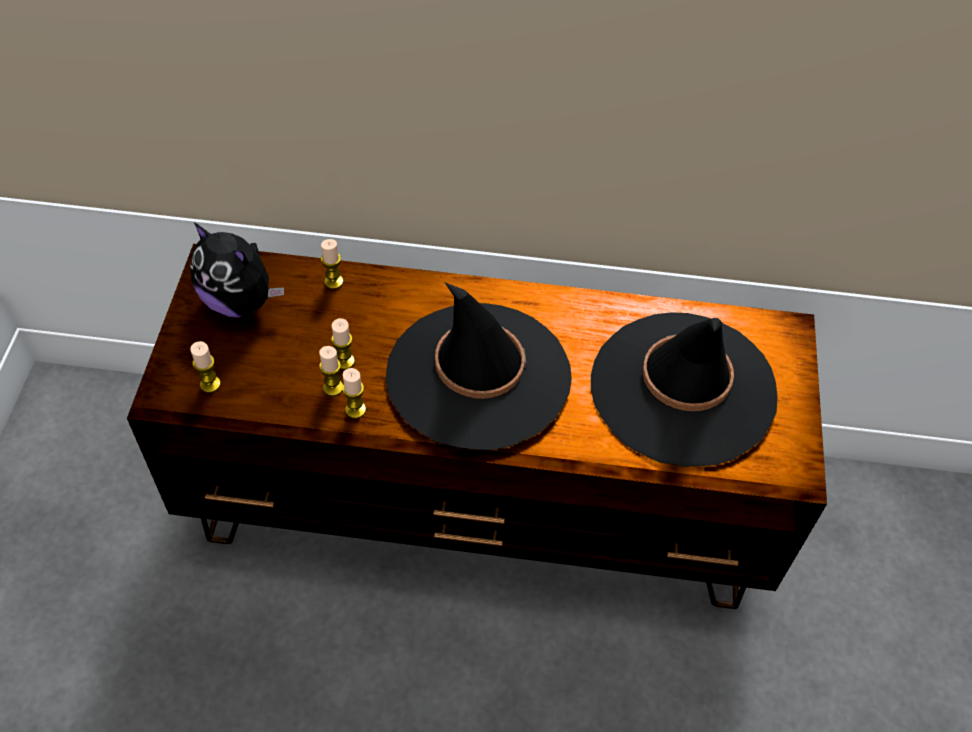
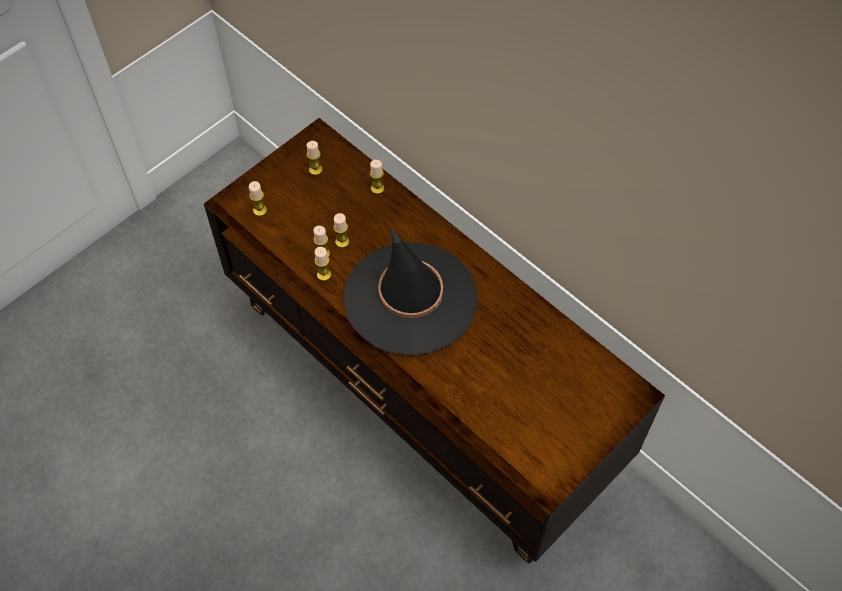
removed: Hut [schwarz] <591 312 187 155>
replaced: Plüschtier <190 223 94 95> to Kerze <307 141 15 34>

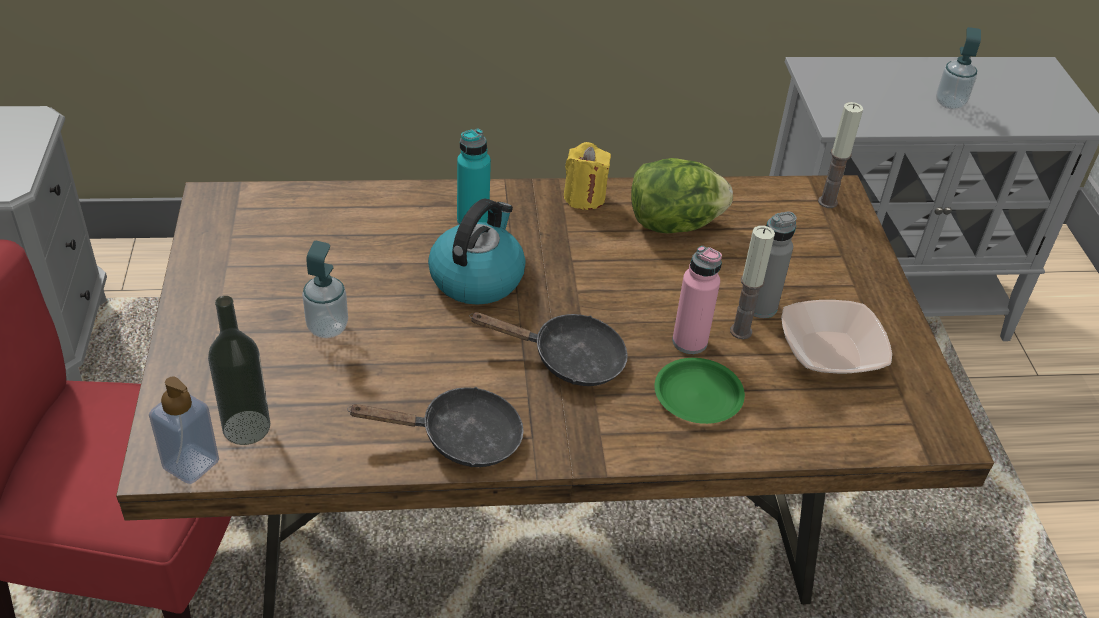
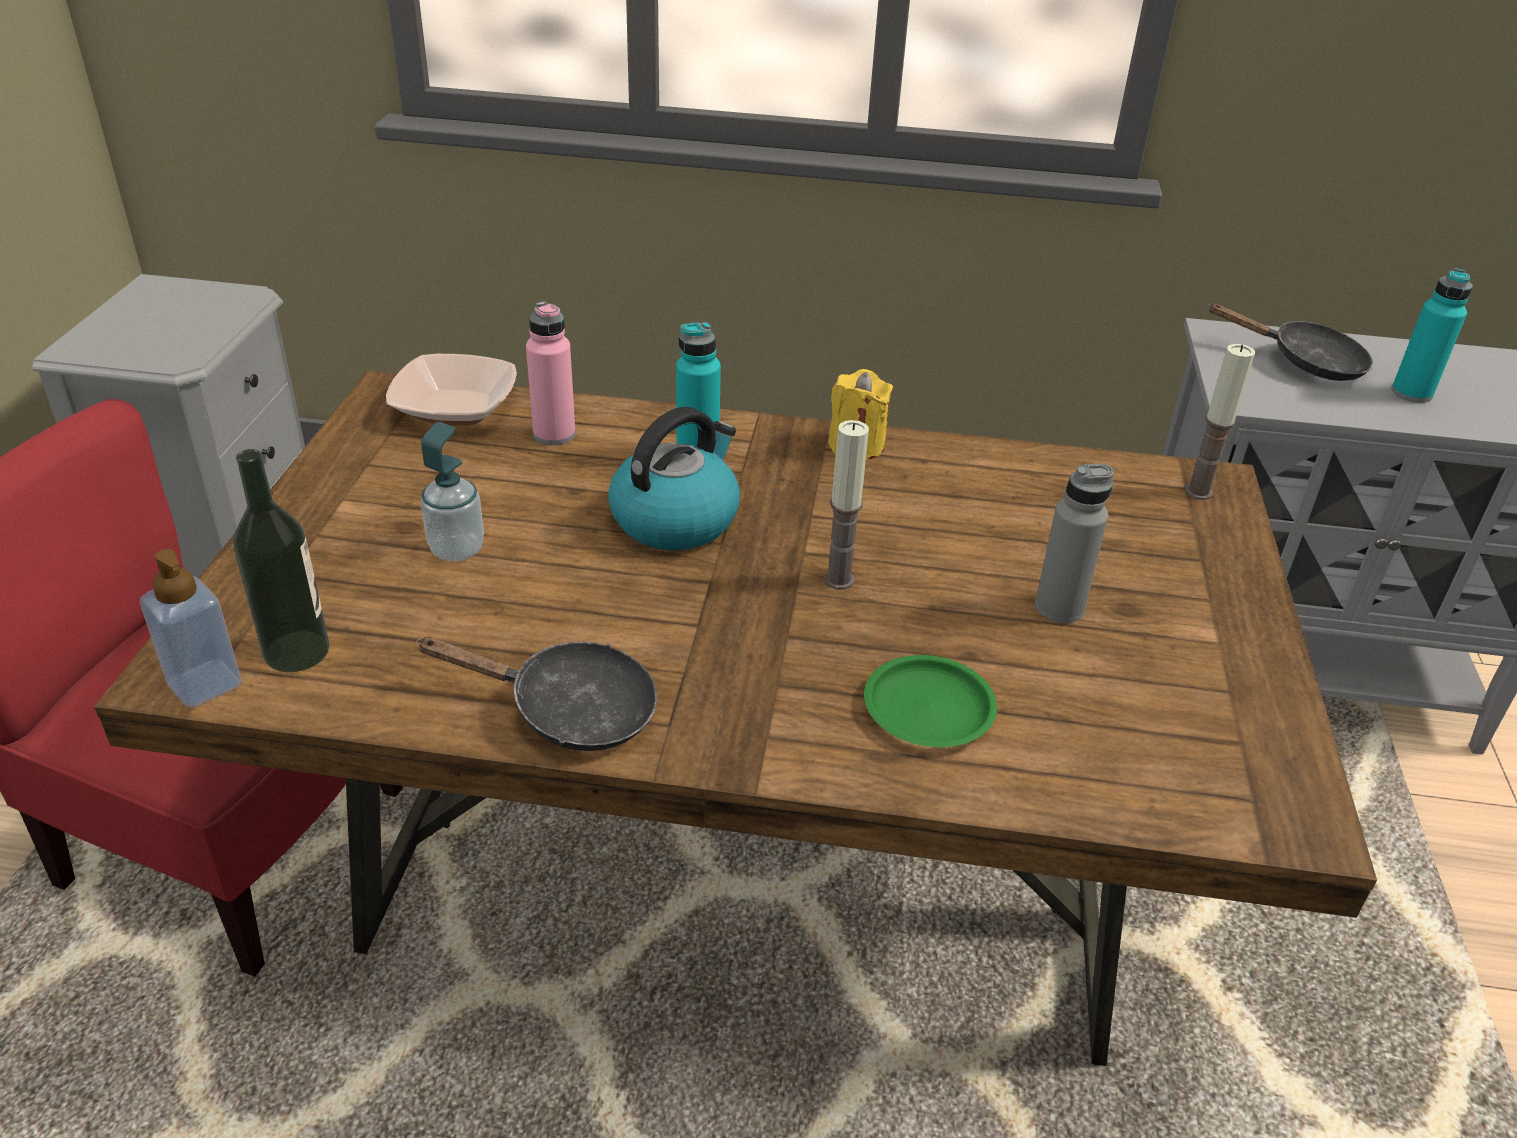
removed: Salatkopf <631 158 102 75>
moved: Pfanne [schwarz] <469 312 159 74> to <1208 303 165 78>; Flasche [rosa] <672 246 50 108> to <526 301 50 144>; Kerze <730 226 45 113> to <824 420 45 169>; Schüssel <781 300 111 74> to <386 354 131 72>
replaced: Seifenspender <936 27 45 83> to Flasche [türkis] <1391 268 82 135>

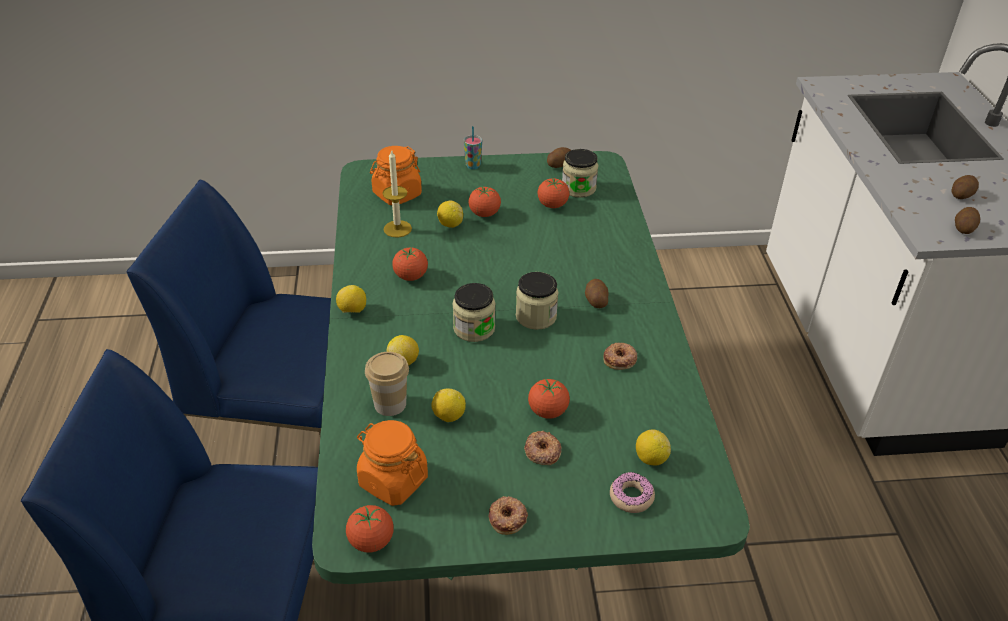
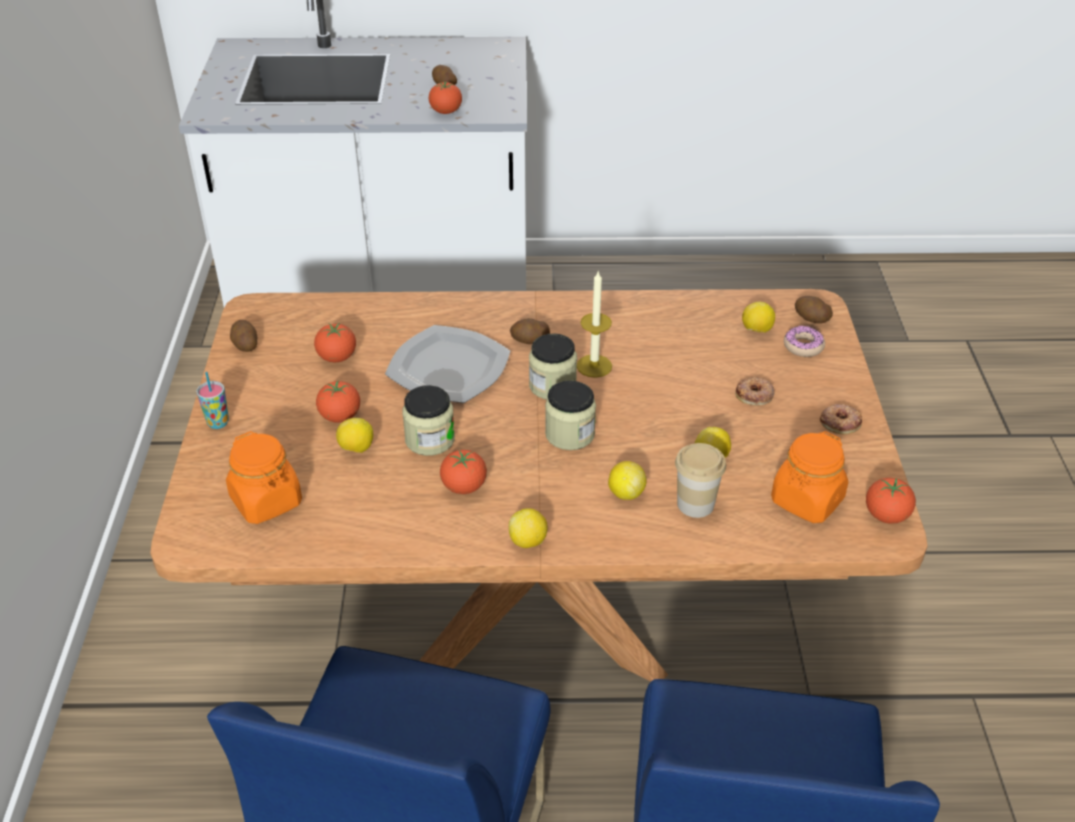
removed: Donut <604 342 33 28>
added: Teller <385 325 125 78>
moved: Kerze <382 149 30 89> to <577 271 35 107>; Tomate <528 378 42 41> to <429 82 33 32>; Vorratsglas <562 149 36 49> to <402 385 53 71>; Kartoffel <955 207 25 27> to <795 296 38 28>
recoloured: Esstisch [grün] <312 151 438 433> to Esstisch [braun] <150 289 778 392>

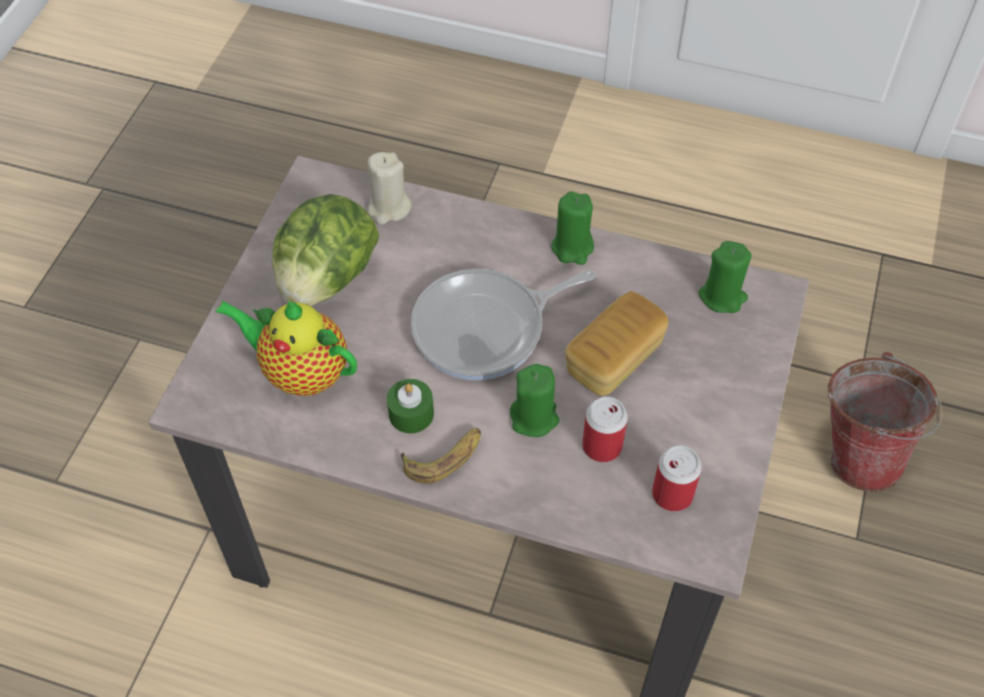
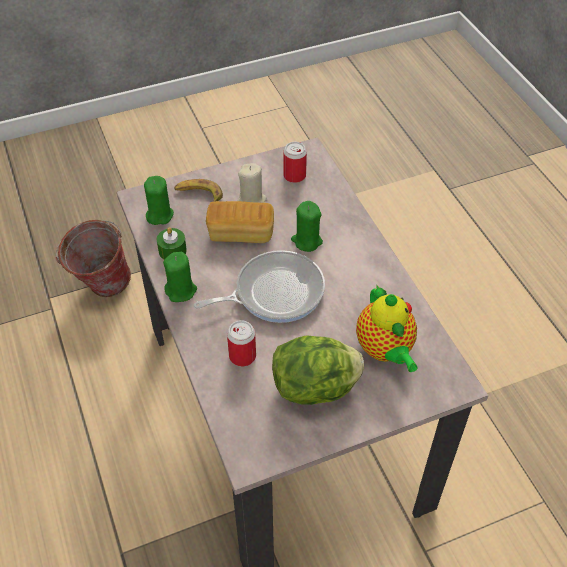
moved: Kerze [beige] <367 152 45 73> to <238 163 29 40>; Kerze [grün] <387 379 47 54> to <157 227 30 33>; Banane <401 428 80 56> to <174 179 49 23>; Dose <582 396 46 66> to <227 320 29 46>
turned: Pfanne <411 269 185 111> = <194 250 131 73> 45 degrees counterclockwise

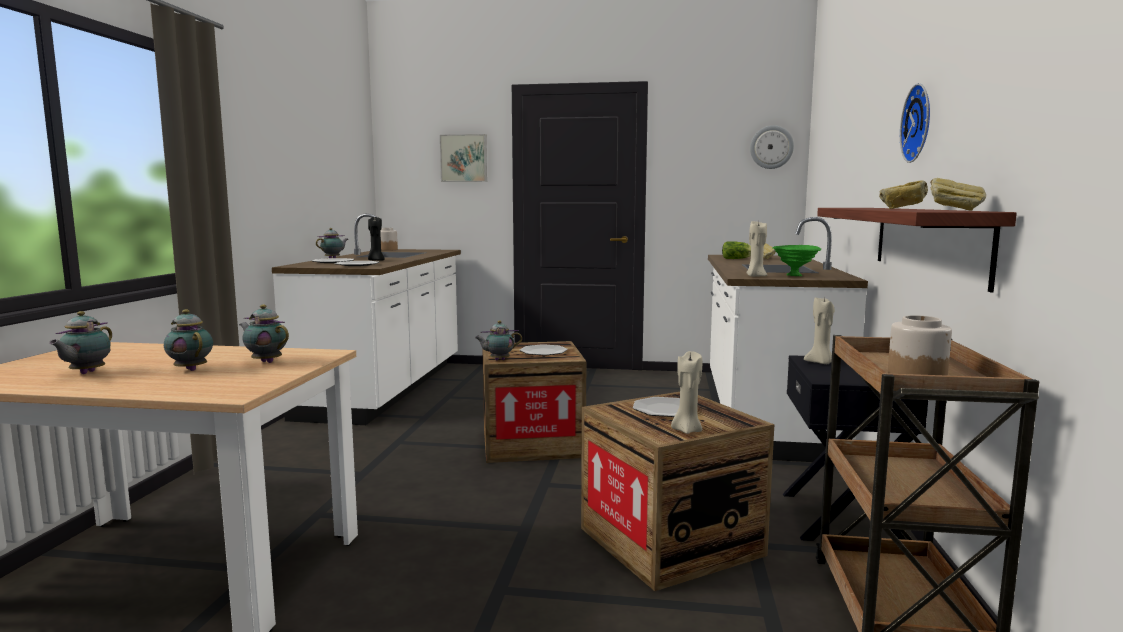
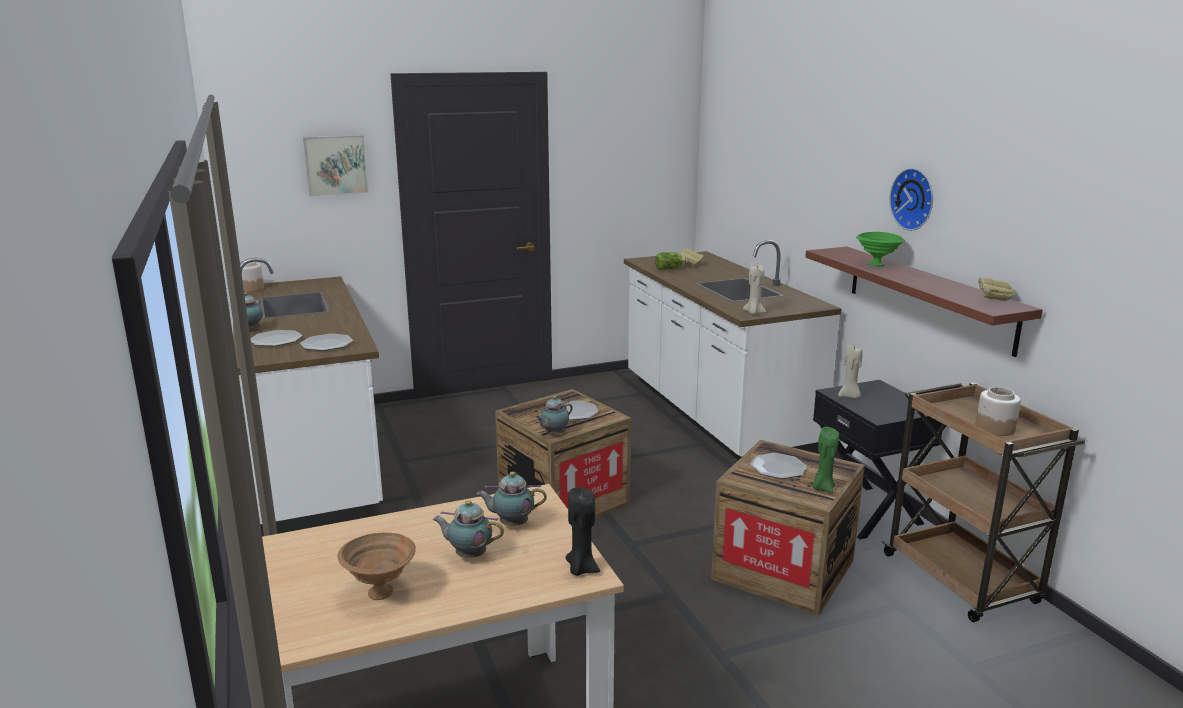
removed: Wanduhr <750 125 44 44>; Brot <879 180 49 29>
moved: Kerze [schwarz] <368 217 17 44> to <565 487 35 89>; Schüssel [grün] <772 245 49 31> to <856 232 49 34>
replaced: Teekanne <49 311 63 63> to Schüssel [braun] <337 533 79 67>
recoloured: Kerze [beige] <671 351 31 83> to Kerze [grün] <812 427 27 66>

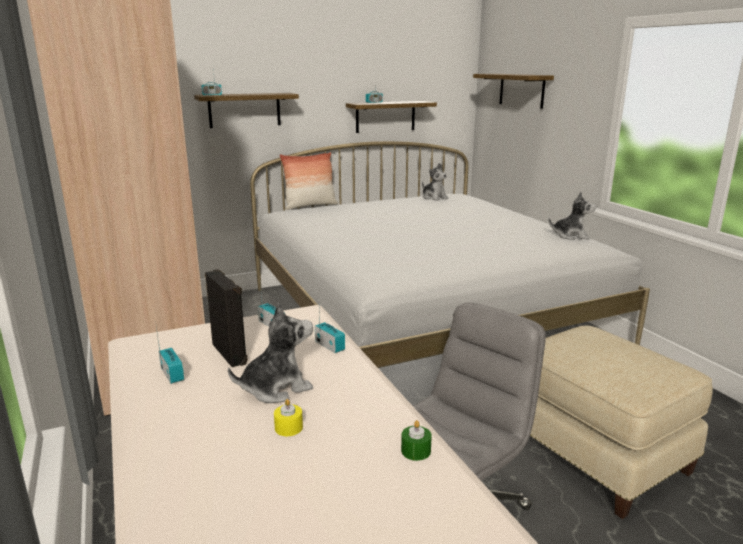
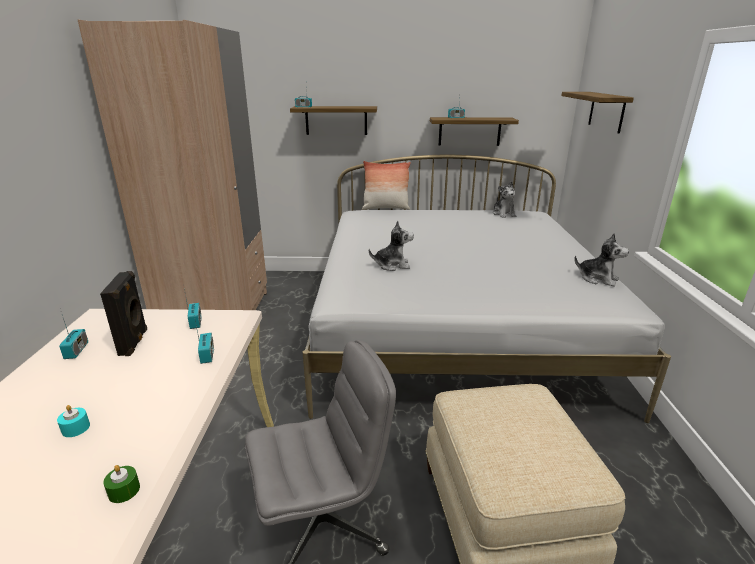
moved: Plüschtier <228 302 85 101> to <369 221 45 50>
recoloured: Kerze [gelb] <274 399 29 37> to Kerze [türkis] <57 405 33 32>

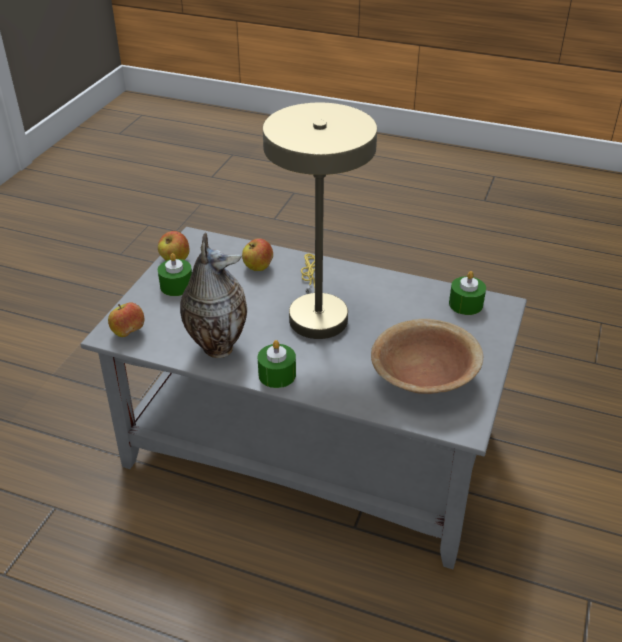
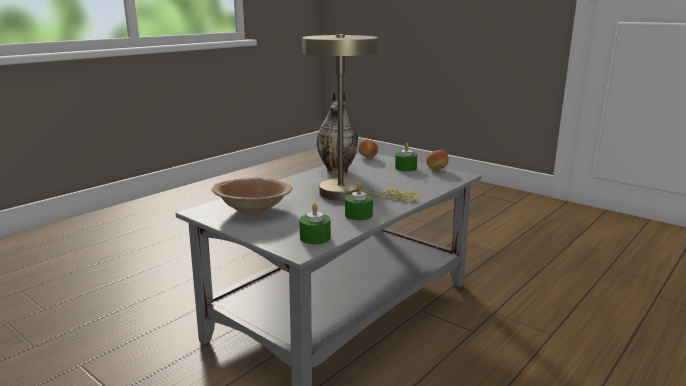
removed: Apfel <242 238 31 33>
moved: Kerze [grün] <257 340 39 48> to <345 184 28 37>

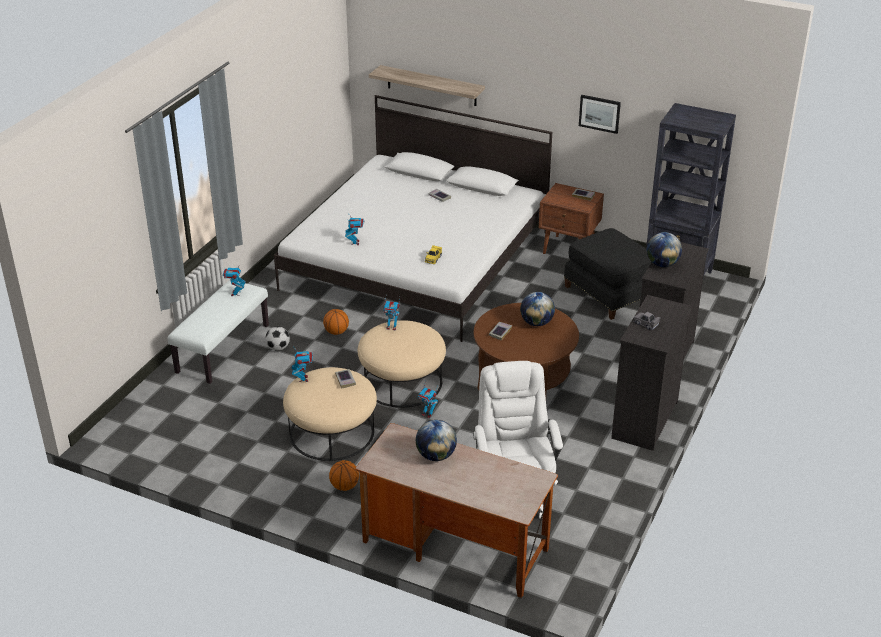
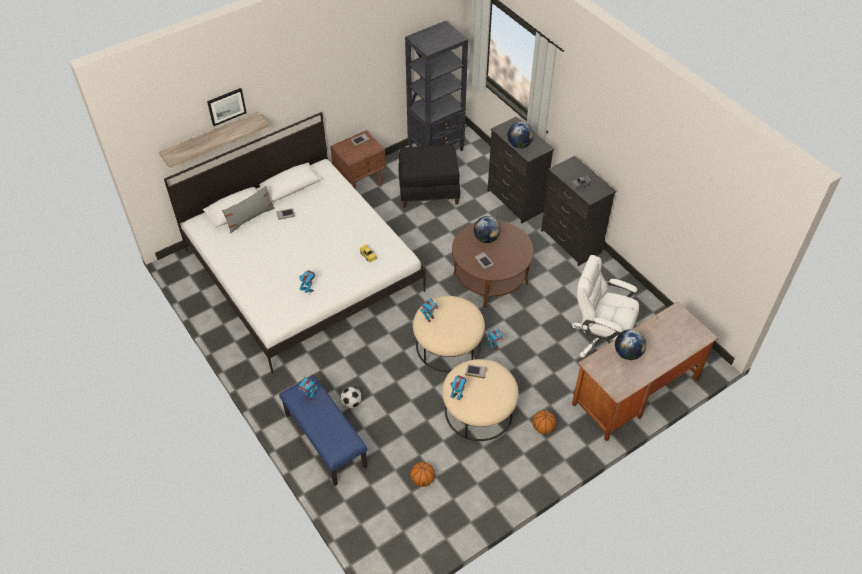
added: Kissen [grau] <222 186 53 47>
moved: Basketball <323 309 26 26> to <410 462 25 25>; Bild <579 95 42 39> to <207 88 40 38>
recoloured: Bank [weiß] <168 279 101 105> to Bank [blau] <279 375 88 111>

